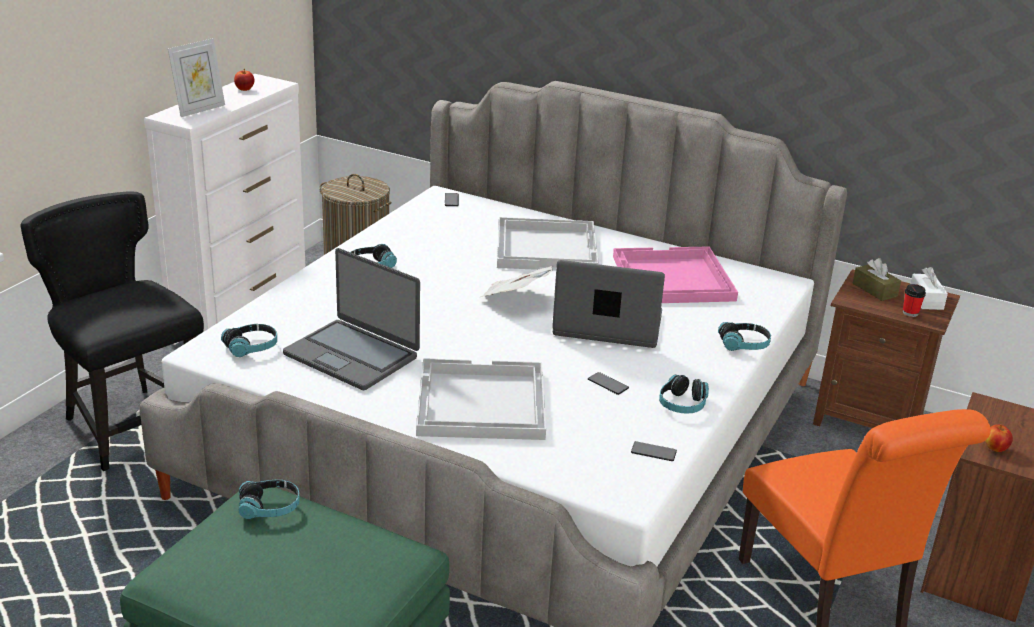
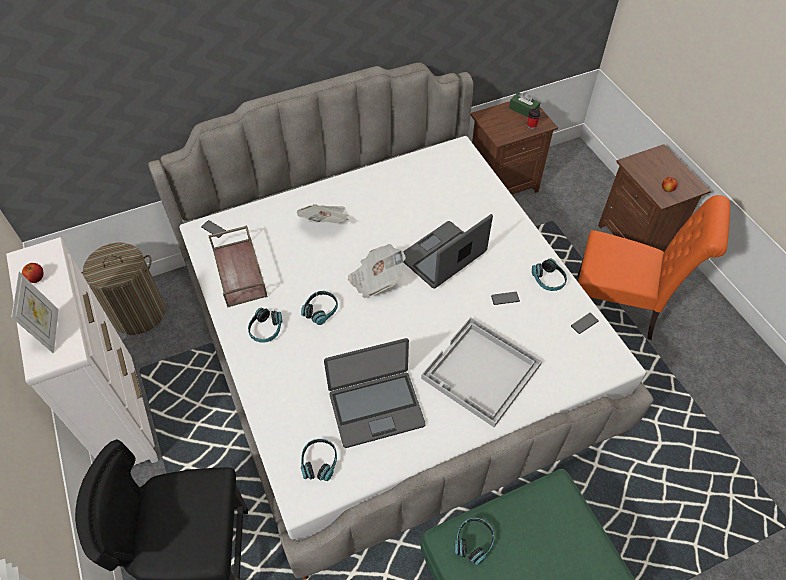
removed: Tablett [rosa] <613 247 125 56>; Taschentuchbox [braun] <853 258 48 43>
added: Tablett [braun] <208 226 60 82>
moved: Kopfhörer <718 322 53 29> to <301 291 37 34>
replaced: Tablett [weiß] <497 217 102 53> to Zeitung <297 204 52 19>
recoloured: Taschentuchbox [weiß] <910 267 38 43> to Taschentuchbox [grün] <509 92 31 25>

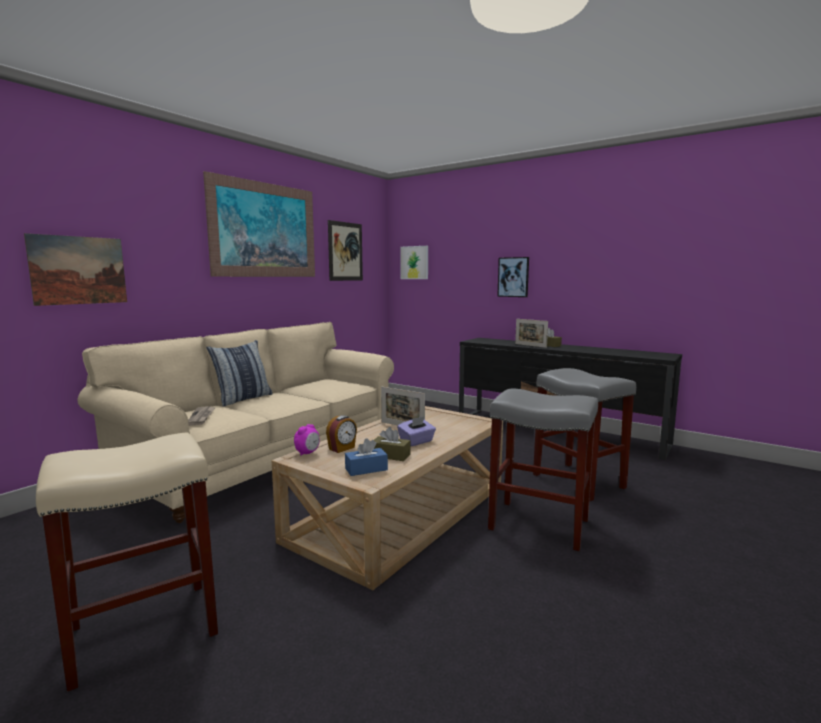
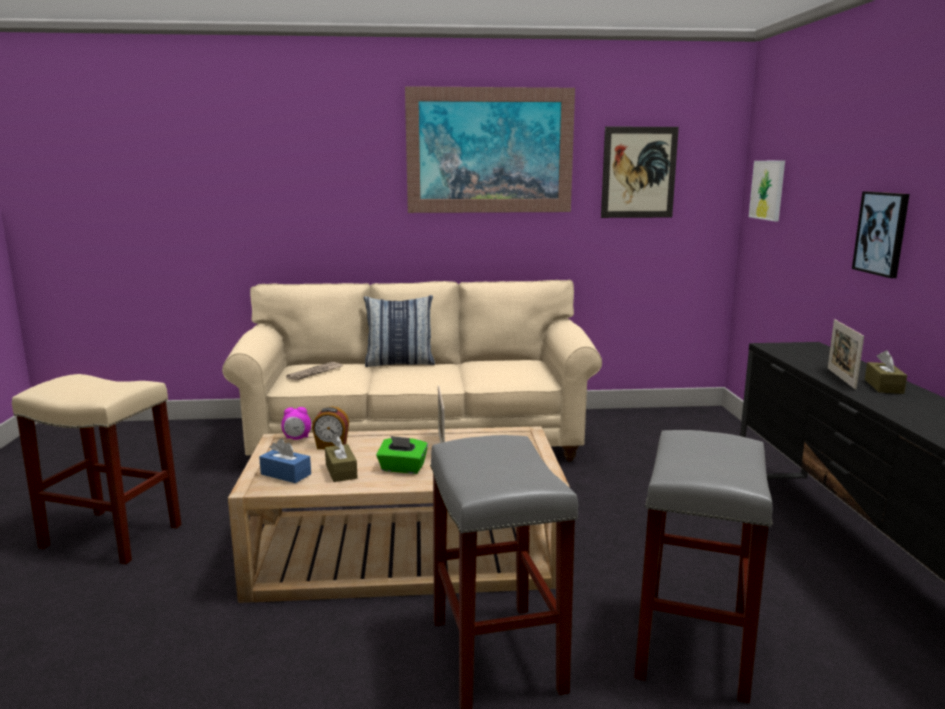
removed: Bild <24 233 103 73>
recoloured: Taschentuchbox [lila] <397 416 39 30> to Taschentuchbox [grün] <376 436 52 38>

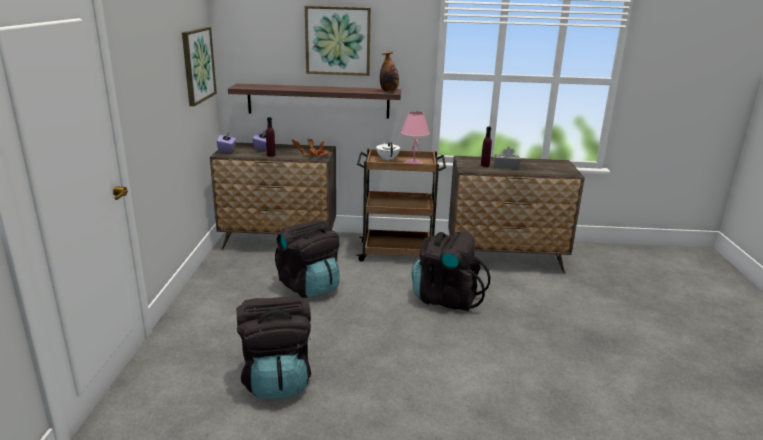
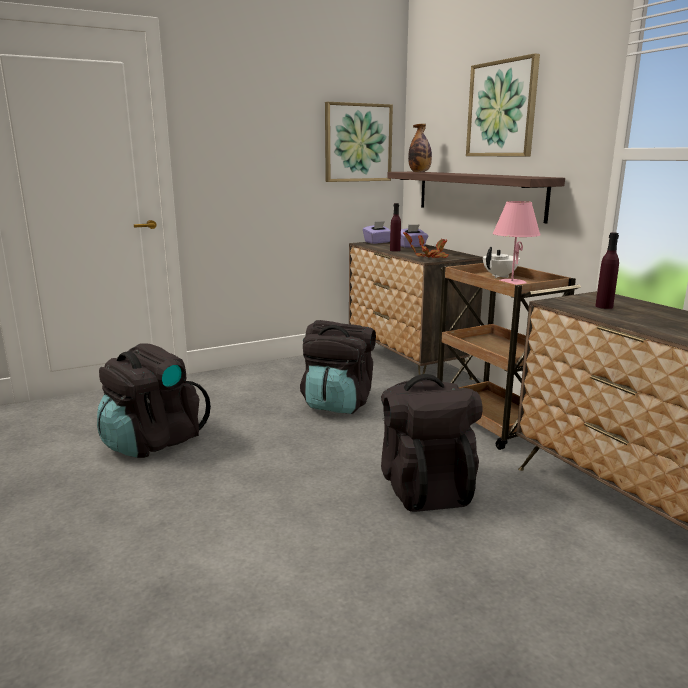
removed: Taschentuchbox [grau] <494 147 26 22>
moved: Flasche <380 51 19 41> to <408 124 24 48>

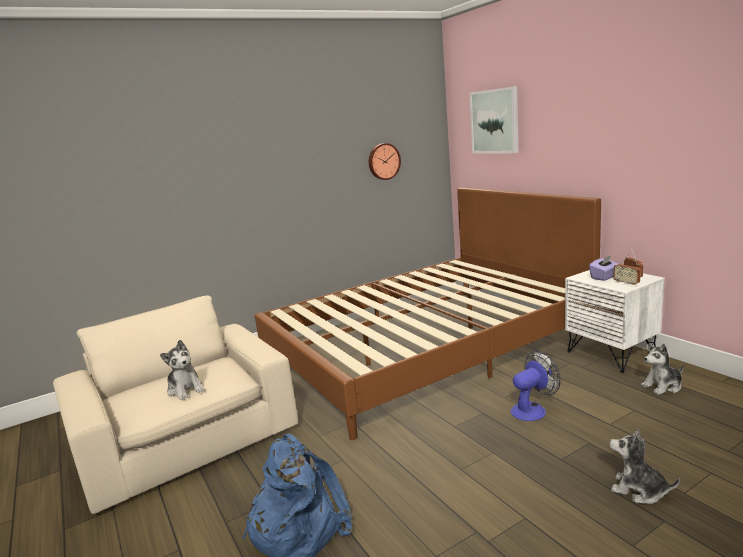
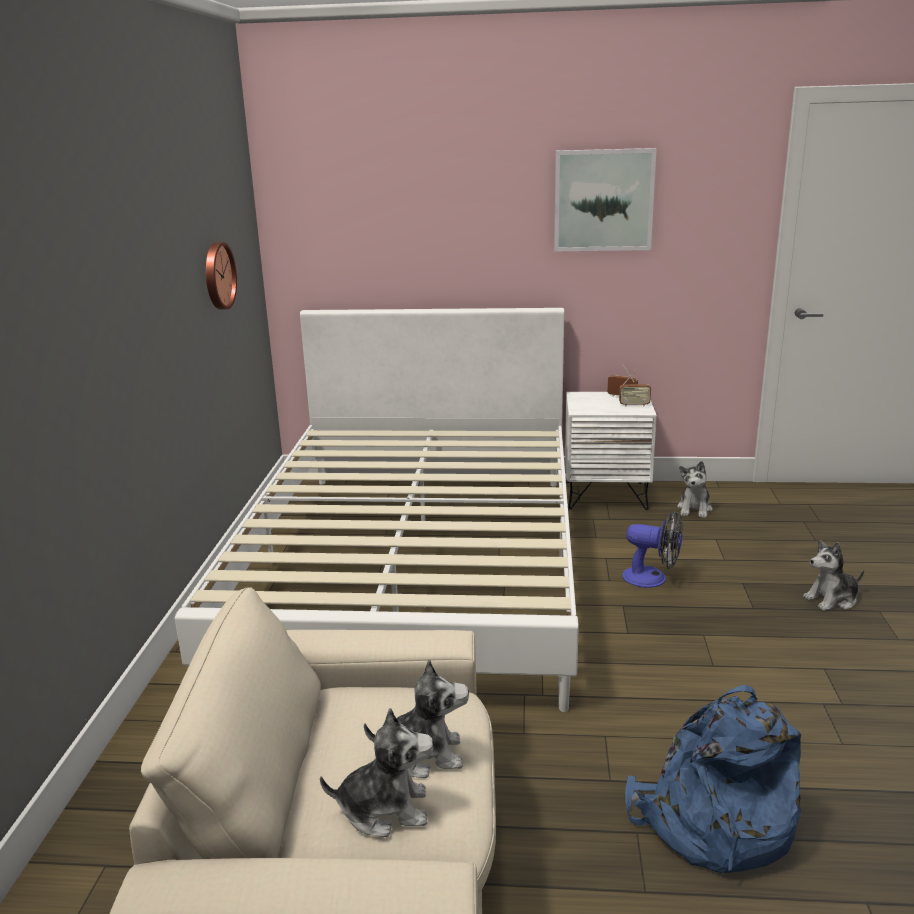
removed: Taschentuchbox [lila] <589 256 29 25>
added: Plüschtier <320 708 114 129>
moved: Bild <470 86 48 67> to <554 148 103 104>
recoloured: Bett [braun] <255 187 346 253> to Bett [weiß] <175 308 404 404>
turned: Ventilator <511 351 50 70> = <622 511 60 77> 105 degrees clockwise

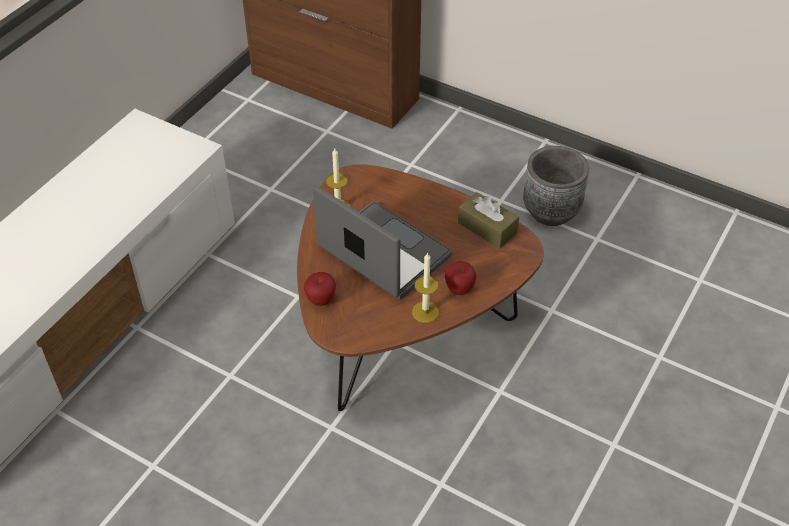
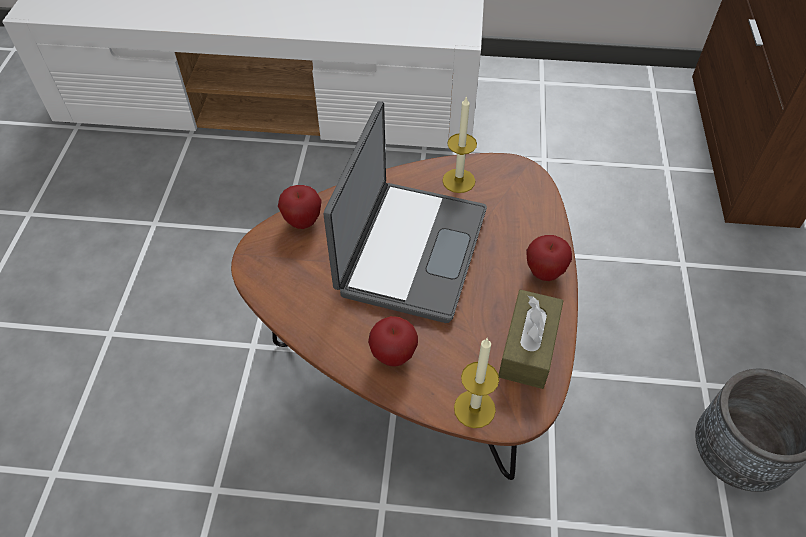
added: Apfel <526 235 46 46>
moved: Kerze <412 252 27 71> to <454 338 45 90>

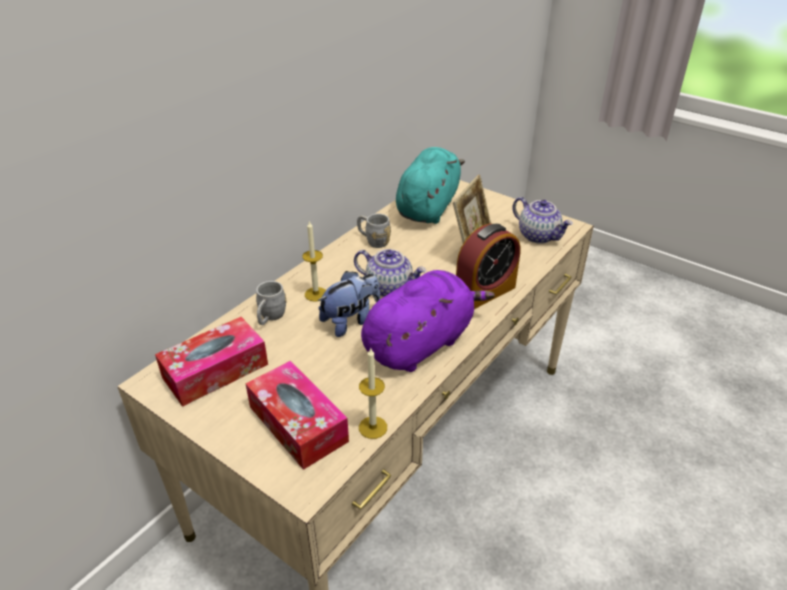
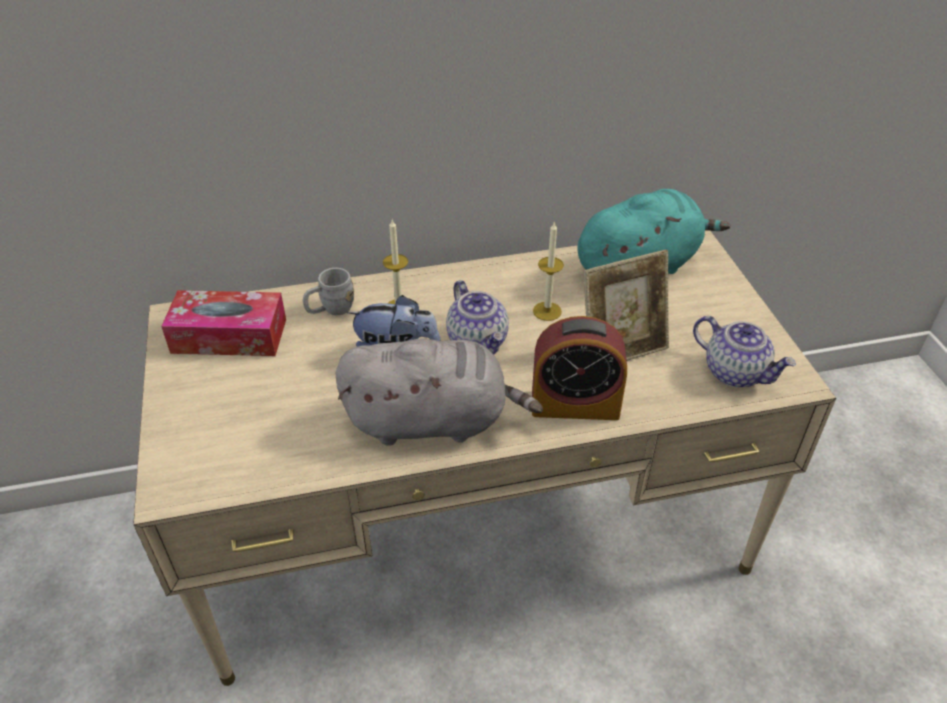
removed: Taschentuchbox <246 361 103 109>; Henkelbecher [grau] <357 213 34 35>
moved: Kerze <359 347 28 92> to <533 223 31 98>
recoloured: Plüschtier [lila] <361 270 134 102> to Plüschtier [grau] <336 338 207 108>
turned: Teekanne <512 197 61 47> = <693 316 103 71> 45 degrees counterclockwise

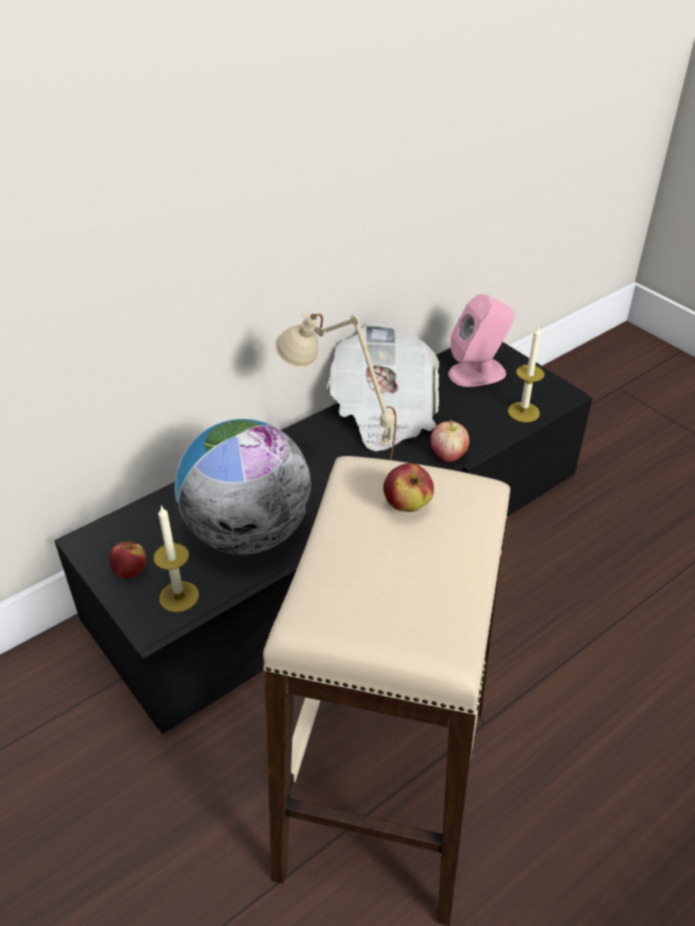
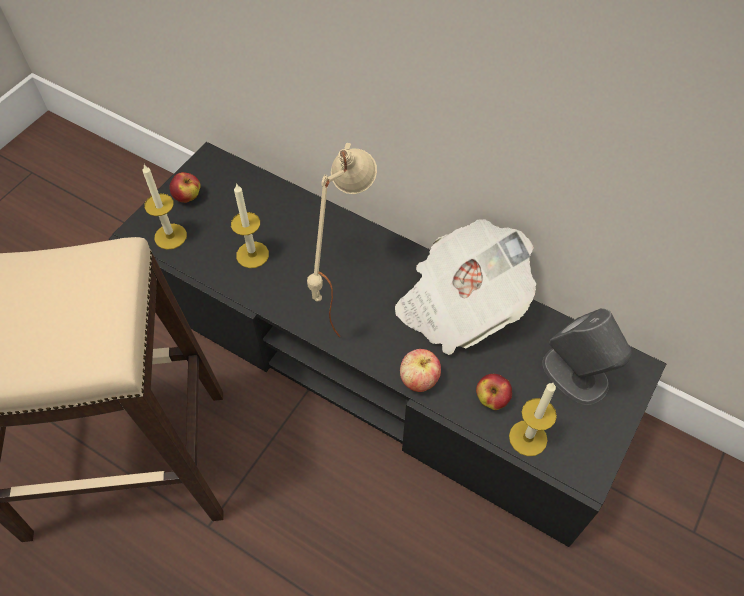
moved: Apfel <383 463 51 49> to <476 374 36 36>
replaced: Globus <175 419 136 136> to Kerze <231 183 38 85>
recoloured: Lautsprecher [rosa] <448 294 67 93> to Lautsprecher [grau] <542 308 89 97>

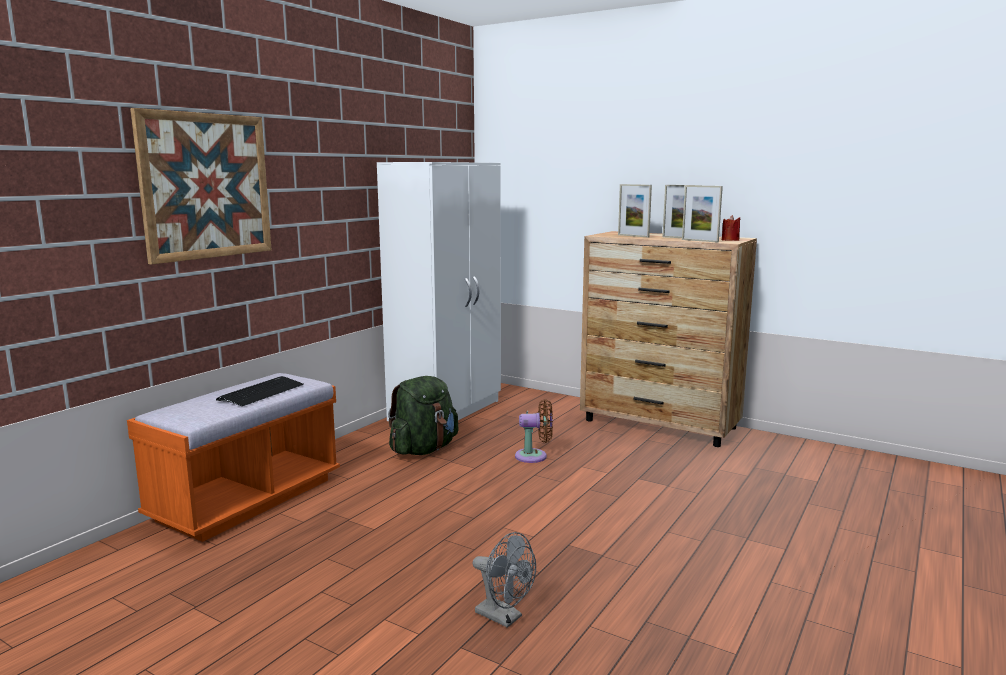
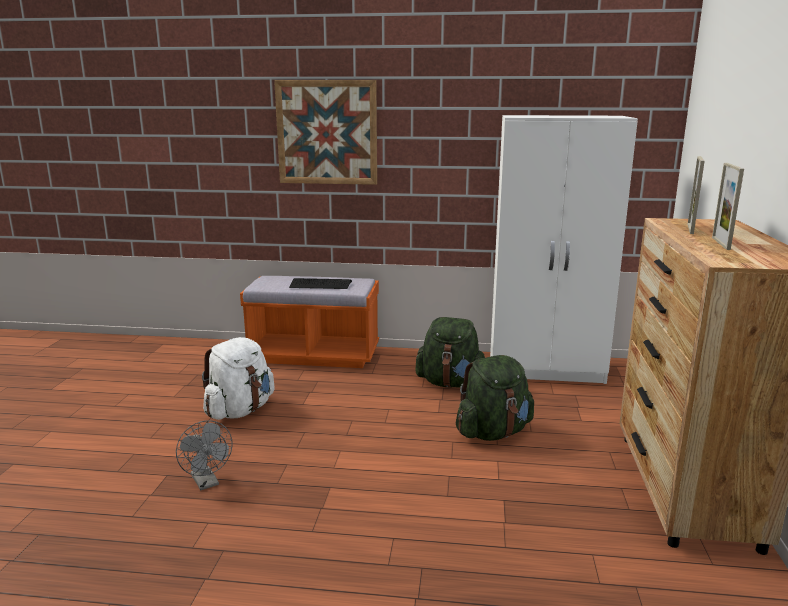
removed: Bilderrahmen <682 185 41 58>; Kerze [rot] <722 215 19 26>
added: Rucksack [weiß] <202 337 73 83>
replaced: Ventilator [braun] <515 399 38 64> to Rucksack [grün] <456 355 78 86>
turned: Ventilator [grau] <473 532 63 96> = <176 420 57 70> 45 degrees counterclockwise

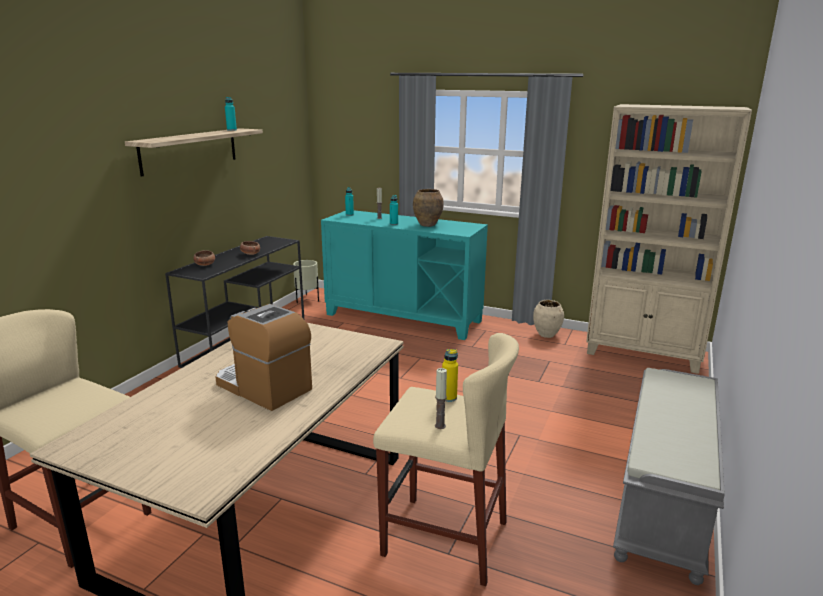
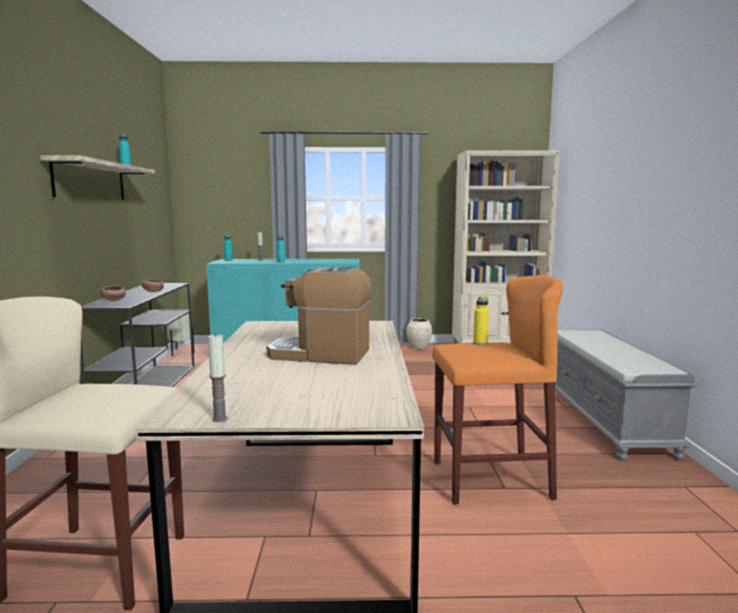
removed: Vase [braun] <413 189 31 38>
moved: Kerze <435 368 12 61> to <208 333 20 89>
recoloured: Hocker [beige] <373 333 146 253> to Hocker [orange] <432 275 131 229>

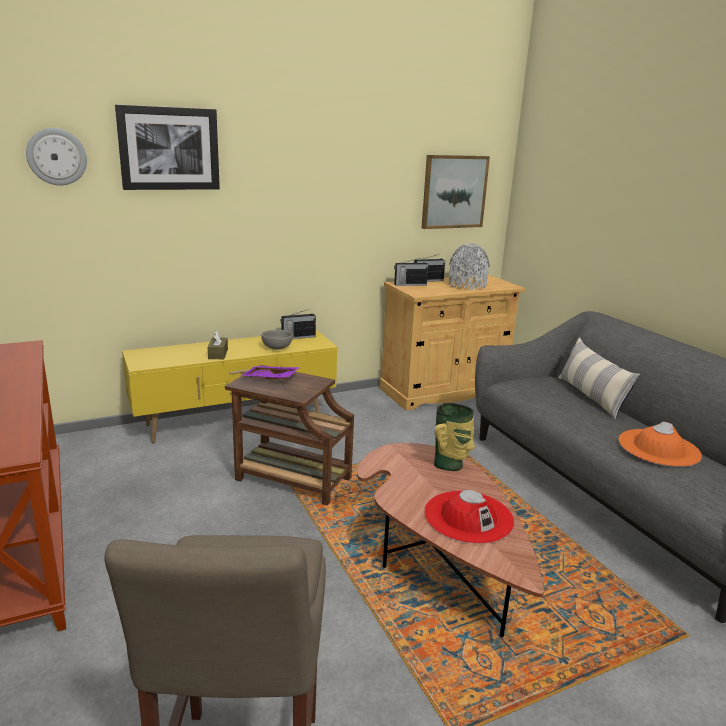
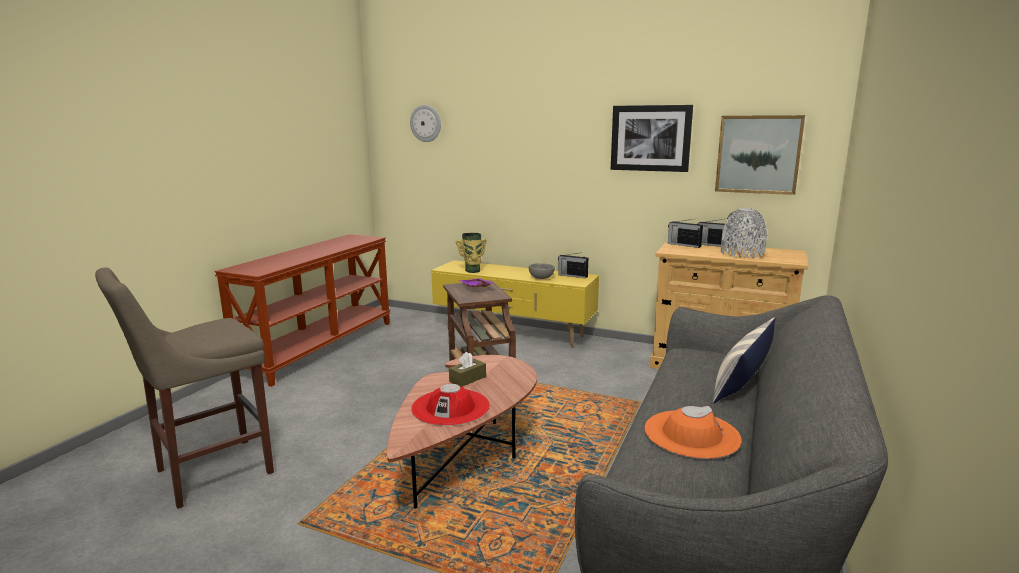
moved: Bild <115 104 105 86> to <611 105 82 67>; Taschentuchbox [braun] <208 330 20 29> to <449 352 37 35>; Vase <434 403 41 68> to <456 233 30 40>

